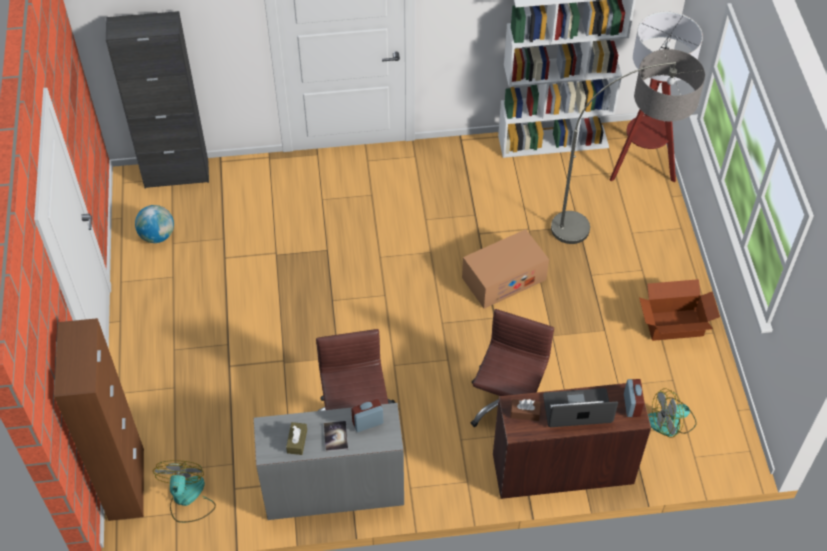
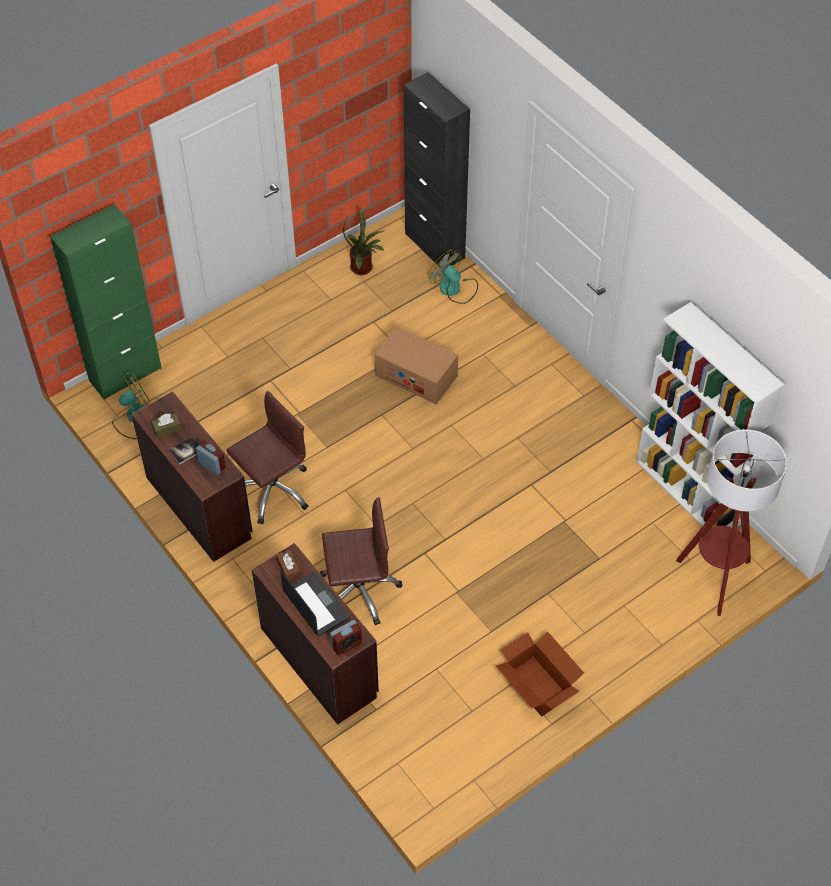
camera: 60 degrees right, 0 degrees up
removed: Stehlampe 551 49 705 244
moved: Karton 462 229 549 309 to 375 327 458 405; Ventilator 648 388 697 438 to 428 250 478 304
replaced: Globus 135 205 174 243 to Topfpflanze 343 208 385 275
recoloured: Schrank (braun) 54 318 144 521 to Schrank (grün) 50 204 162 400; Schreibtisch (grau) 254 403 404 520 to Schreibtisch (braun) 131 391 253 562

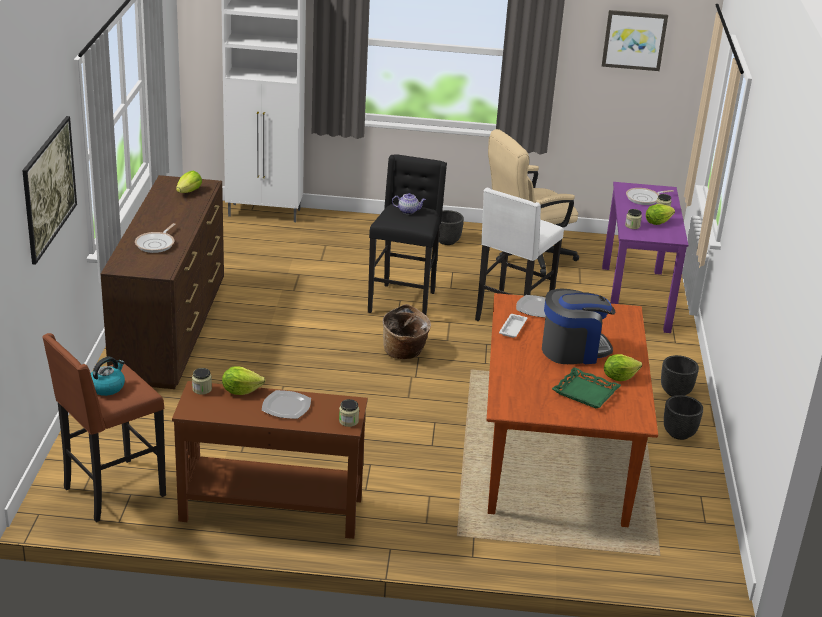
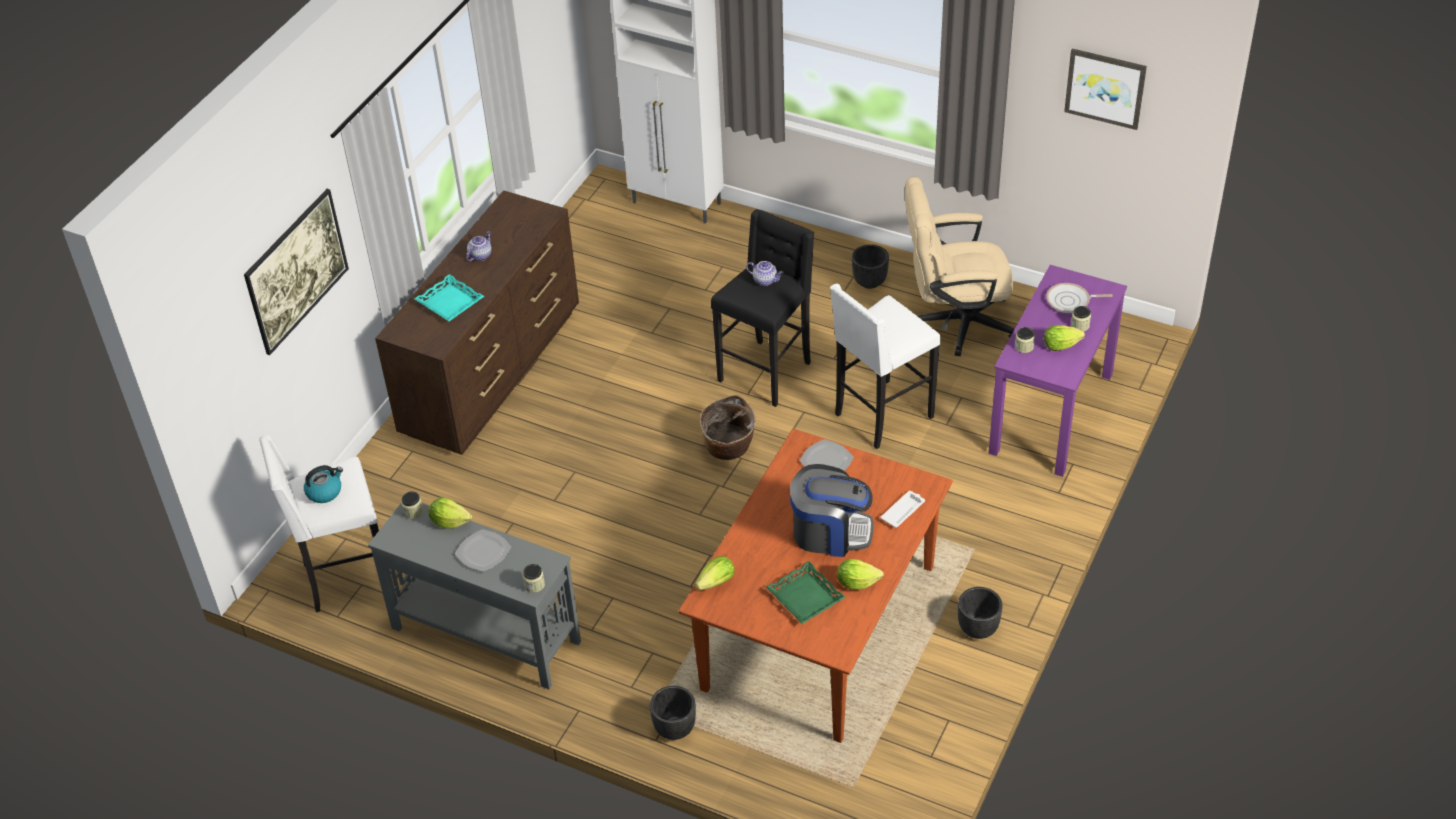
camera: 25 degrees right, 15 degrees up
added: Teekanne 466 231 492 261
moved: Salatkopf 176 171 202 193 to 695 556 735 591; Tablett (weiß) 499 314 527 338 to 880 491 925 528; Pflanzkübel (schwarz) 661 355 699 396 to 650 686 696 740
replaced: Pfanne 135 223 176 253 to Tablett (türkis) 414 274 484 321
recoloured: Hocker (braun) 42 333 166 522 to Hocker (weiß) 259 435 379 612; Konsolentisch (braun) 172 381 368 539 to Konsolentisch (grau) 368 503 581 689

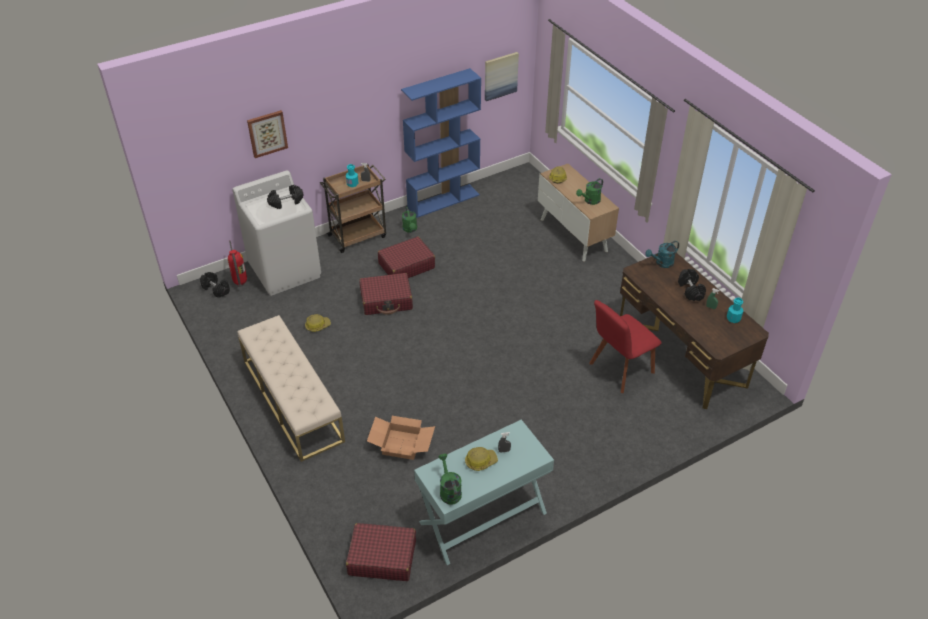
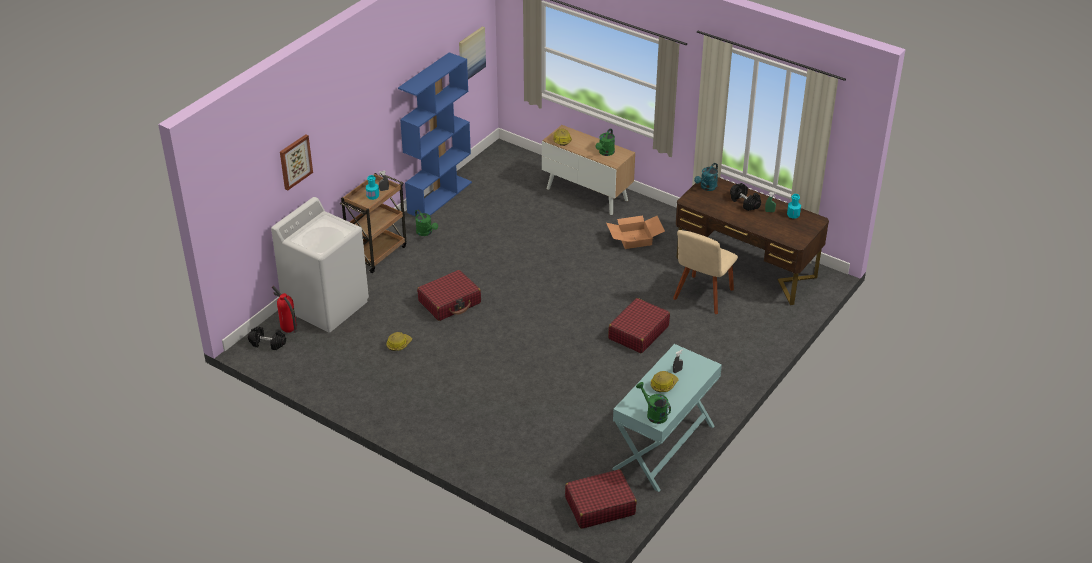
camera: 25 degrees left, 5 degrees down
removed: Bank (beige) 237 315 345 462; Hantel (schwarz) 267 185 304 209
moved: Karton 367 416 435 460 to 606 215 665 249; Koffer (rot) 378 236 435 278 to 608 298 670 353
recoloured: Stuhl (rot) 590 300 662 393 to Stuhl (beige) 673 230 738 314

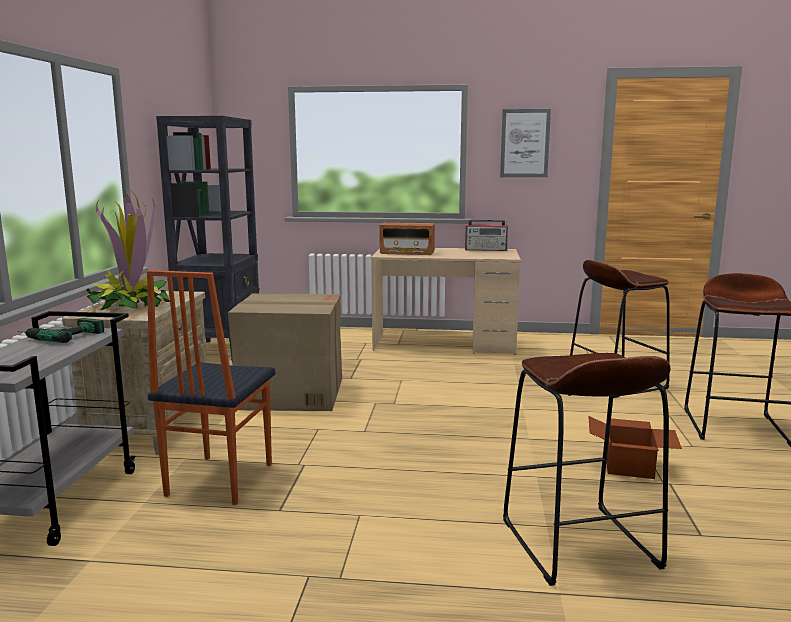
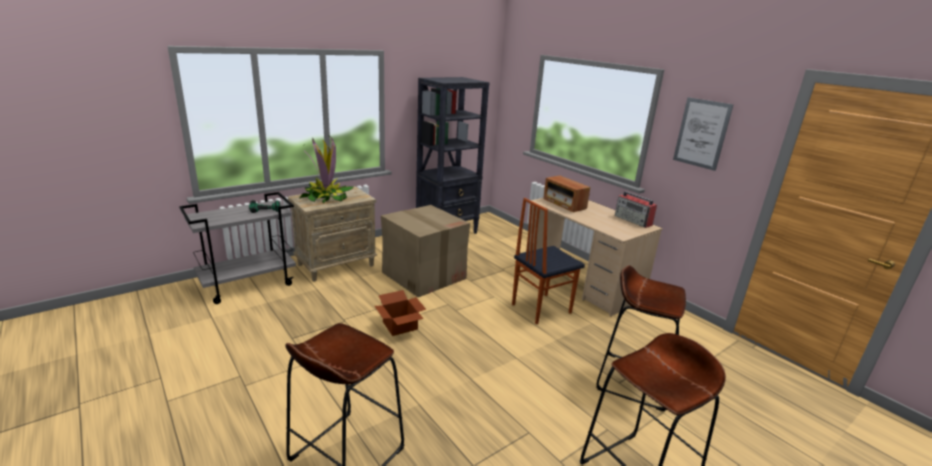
camera: 45 degrees right, 10 degrees up
moved: Stuhl 147 270 275 505 to 512 198 585 324; Karton 588 416 682 479 to 375 290 426 336

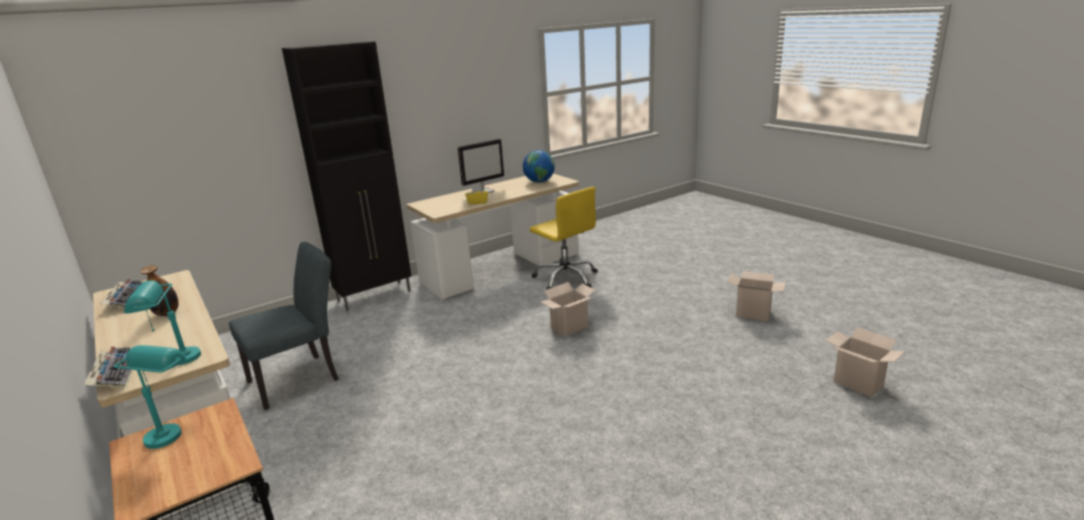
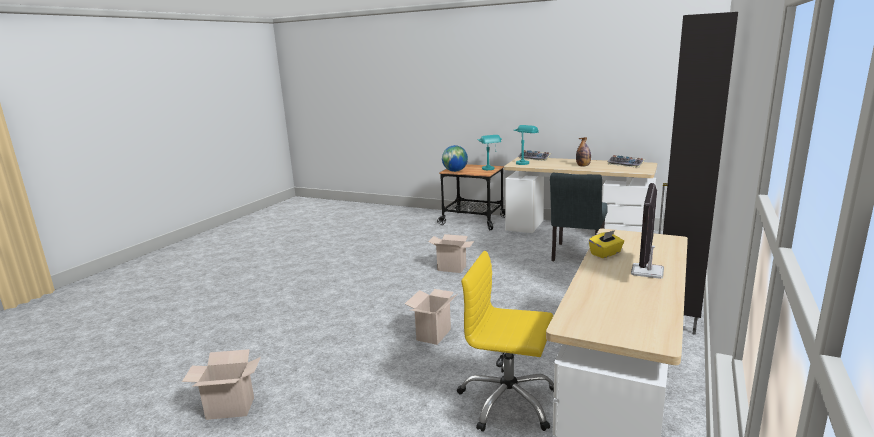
camera: 150 degrees right, 5 degrees down
moved: Globus 523 150 555 183 to 442 145 468 172; Karton 825 327 905 397 to 428 234 474 273

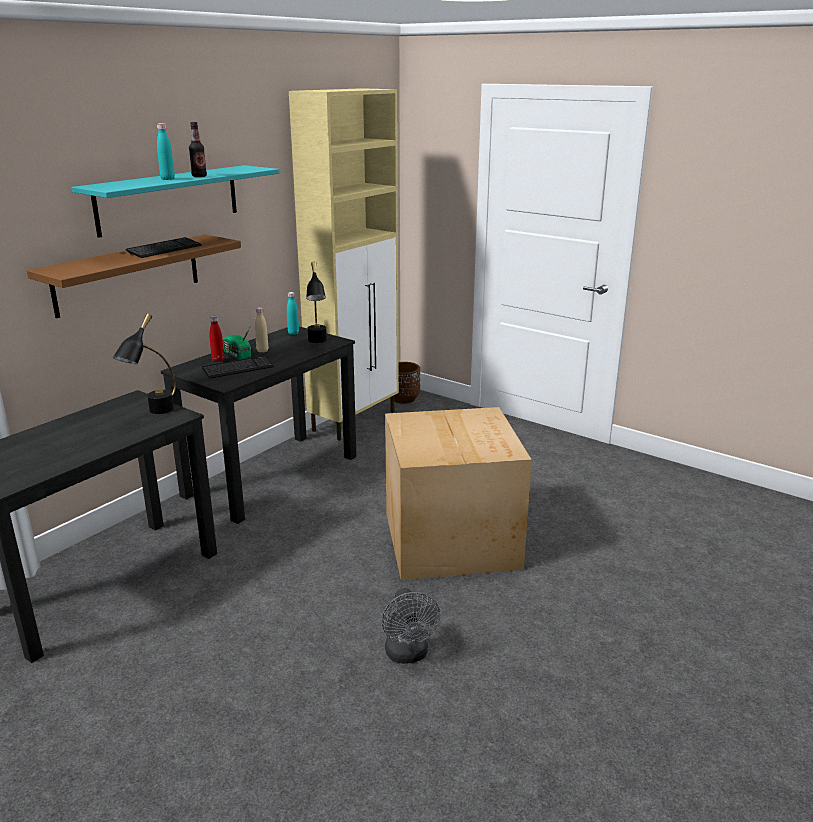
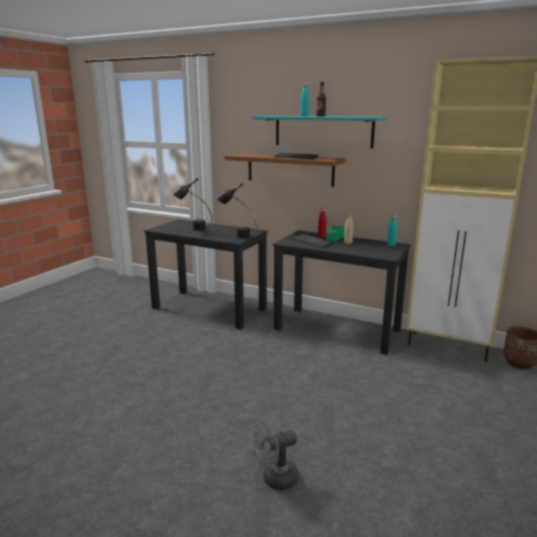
camera: 80 degrees right, 5 degrees down
removed: Karton 385 407 532 580
moved: Tischlampe (schwarz) 306 262 327 343 to 171 177 212 231; Ventilator (grau) 382 588 440 664 to 251 420 299 490

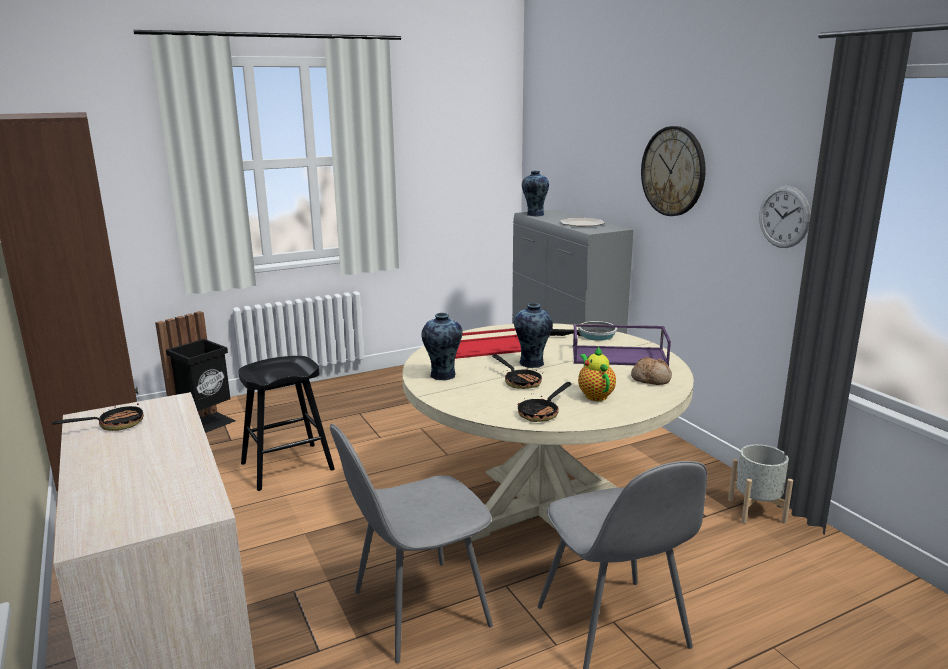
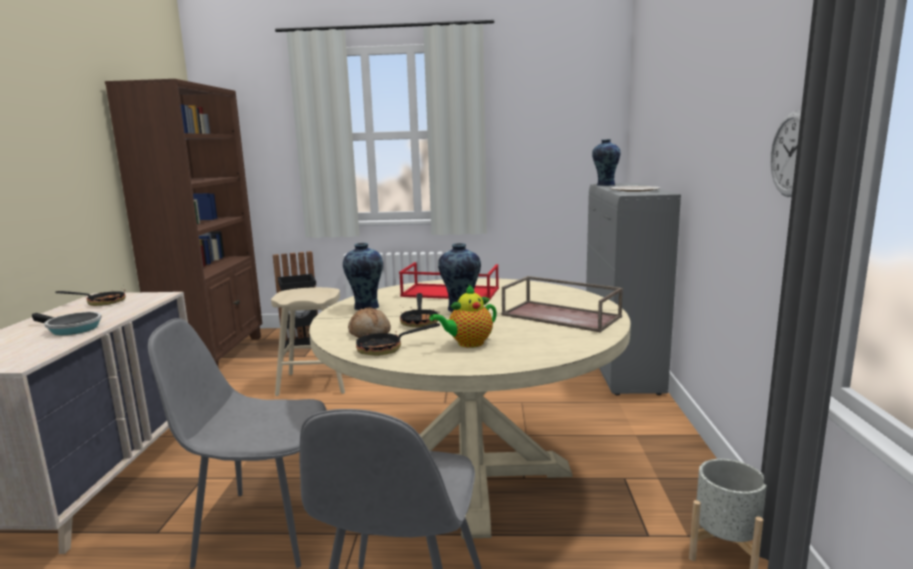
camera: 30 degrees right, 5 degrees down
removed: Wanduhr 641 126 706 216
moved: Pfanne 550 321 617 341 to 32 312 102 335; Brot 631 357 672 385 to 348 307 391 338
recoloured: Hocker (schwarz) 239 356 335 491 to Hocker (beige) 271 287 345 396; Tablett (lila) 573 324 671 366 to Tablett (braun) 502 276 623 332
turned: Teekanne 578 346 616 401 = 429 284 497 348 135 degrees counterclockwise

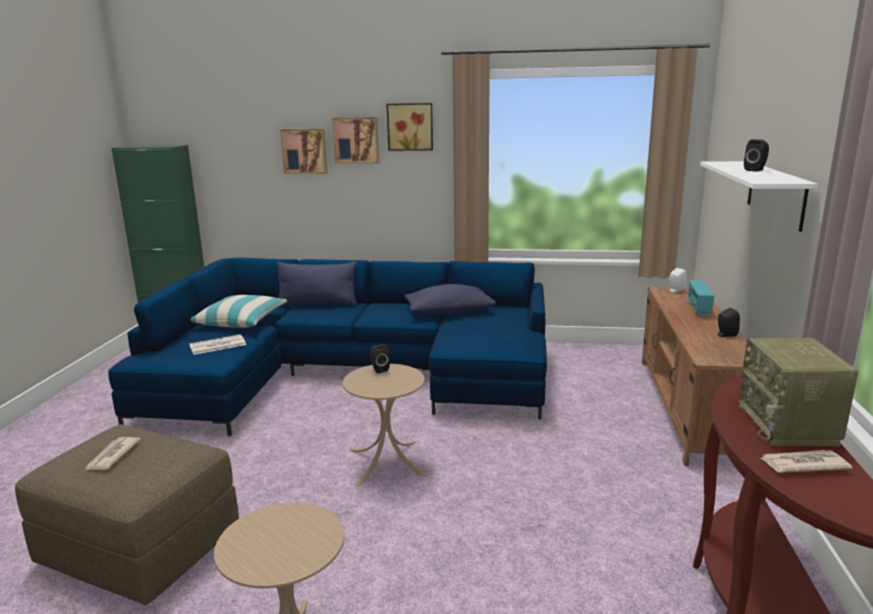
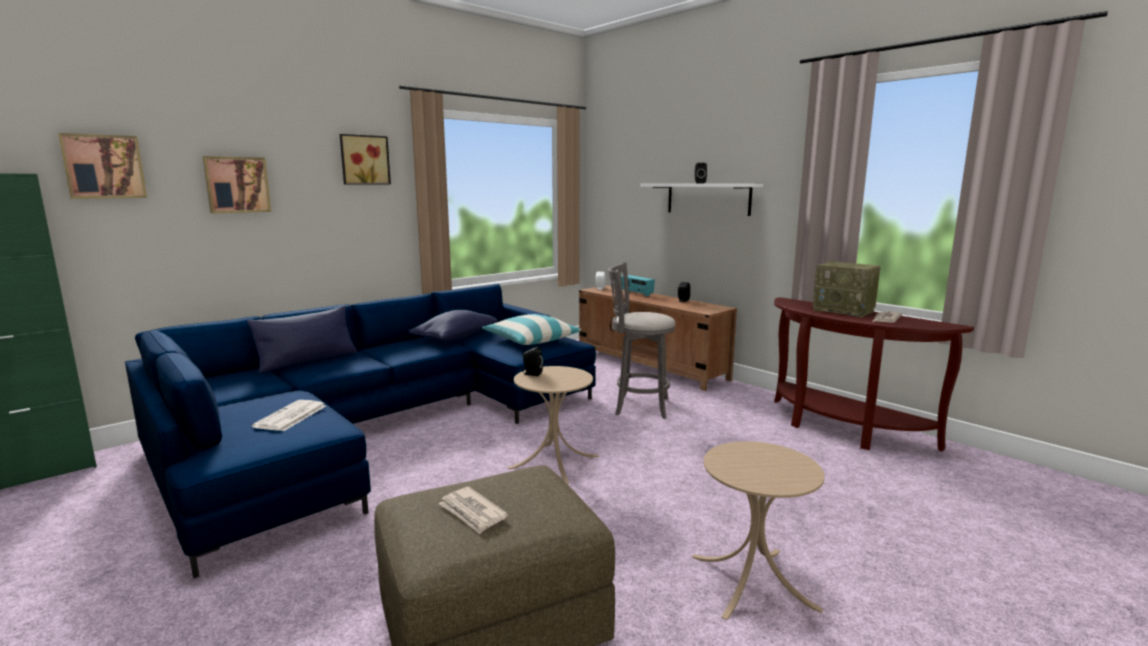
camera: 50 degrees left, 5 degrees down
added: Hocker (grau) 608 262 675 419
moved: Kissen 191 295 287 328 to 482 314 581 345; Bild 332 117 379 164 to 58 133 147 199

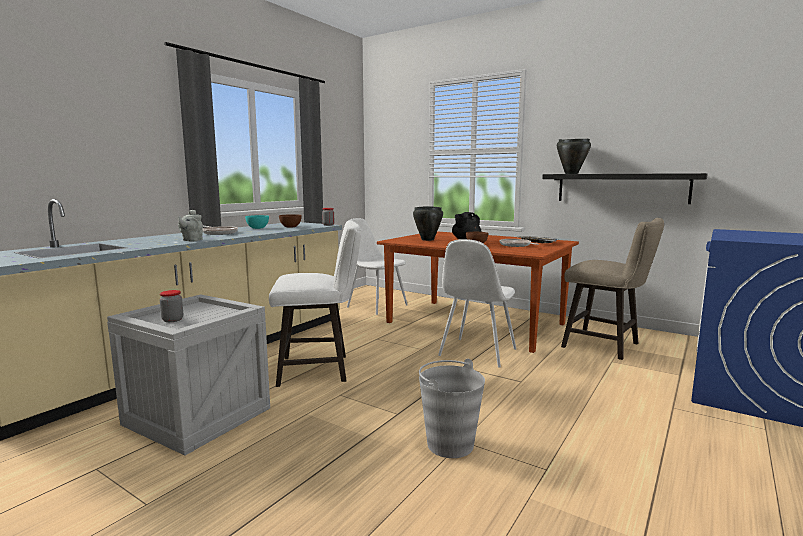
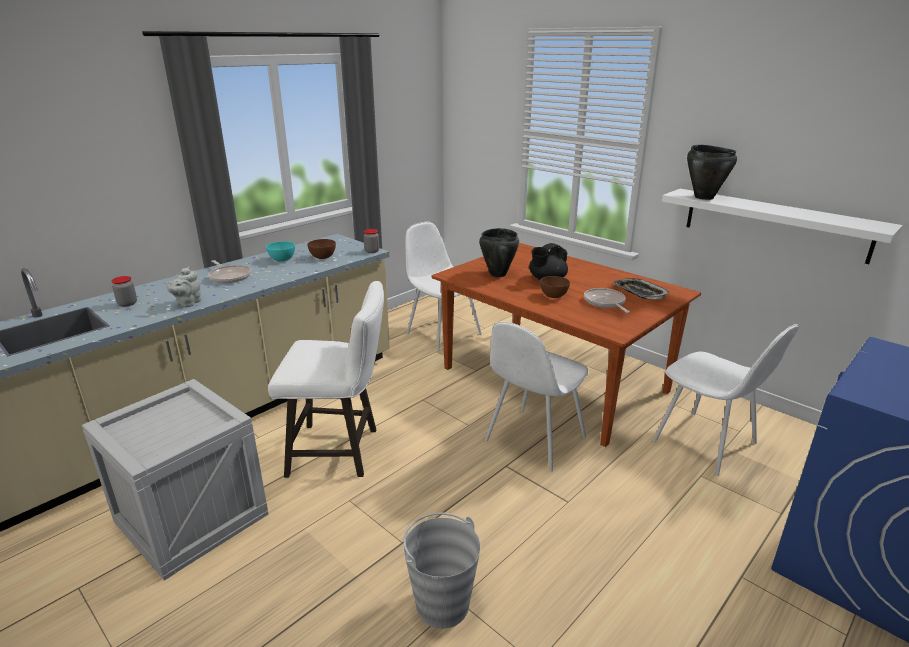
camera: 10 degrees right, 15 degrees up
moved: Vorratsglas 160 290 183 322 to 111 276 137 307
replaced: Hocker (beige) 561 218 664 360 to Stuhl (weiß) 653 324 799 476
recoloured: Wandregal (schwarz) 542 173 708 204 to Wandregal (weiß) 662 189 903 264

